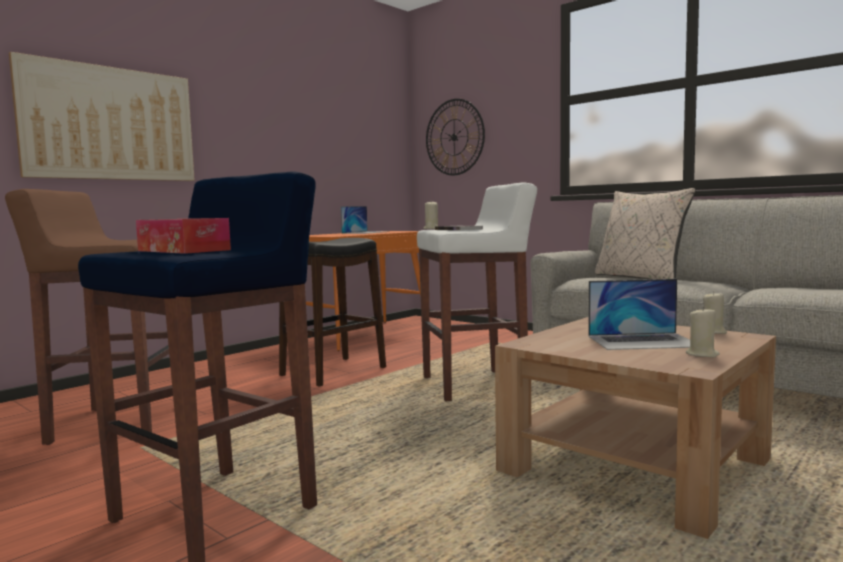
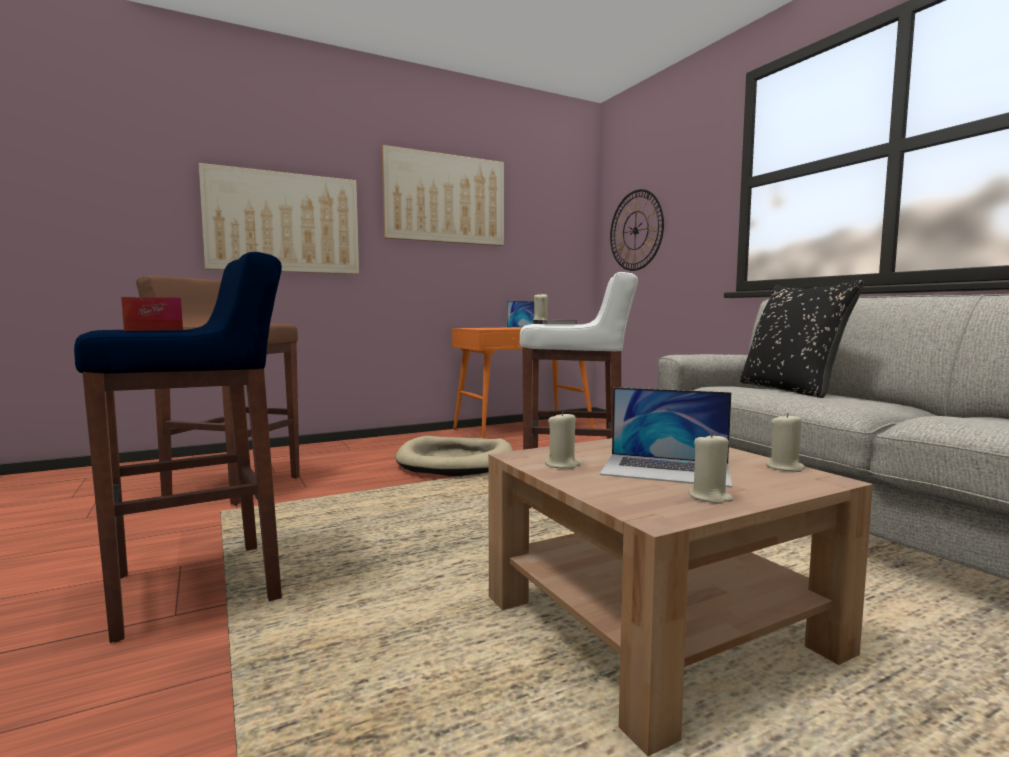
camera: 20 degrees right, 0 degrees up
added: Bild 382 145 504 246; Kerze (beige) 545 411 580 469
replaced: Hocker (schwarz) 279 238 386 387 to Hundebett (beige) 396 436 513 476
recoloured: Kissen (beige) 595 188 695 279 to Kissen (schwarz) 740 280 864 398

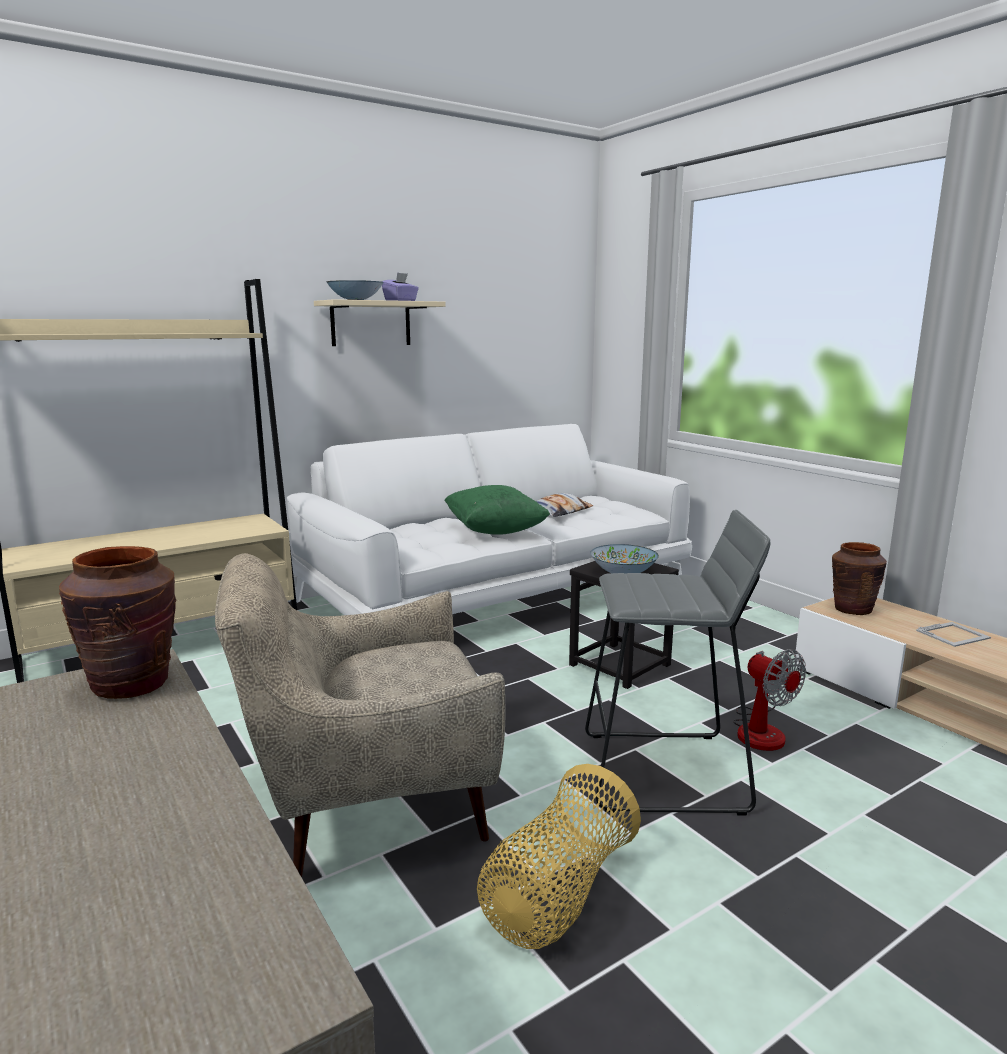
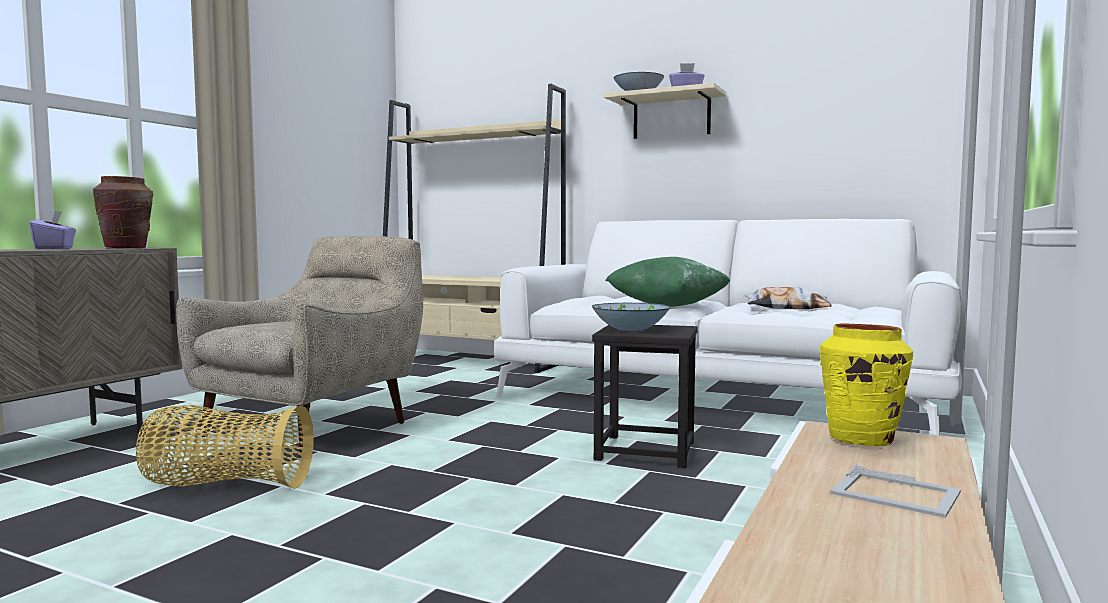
camera: 60 degrees right, 10 degrees down
removed: Hocker (grau) 585 510 770 816; Ventilator 733 649 806 751
added: Taschentuchbox (lila) 29 211 76 249
recoloured: Vase (braun) 832 542 887 615 to Vase (gelb) 819 323 914 446
turned: Sessel (beige) 215 553 505 877 = 176 236 423 453 75 degrees clockwise

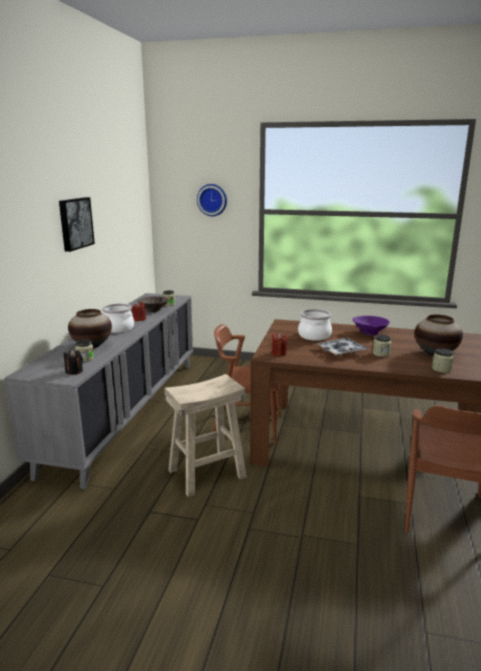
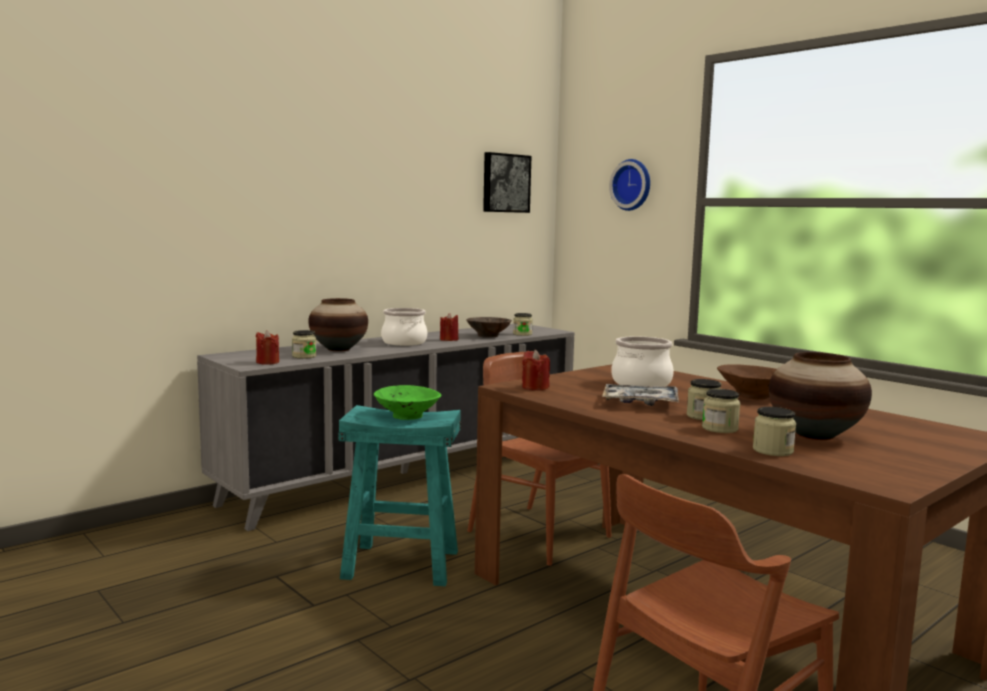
camera: 35 degrees right, 10 degrees down
added: Schüssel (grün) 374 385 441 420; Vorratsglas 702 389 740 433
moved: Bild 59 197 95 252 to 483 152 531 213
recoloured: Kerze (schwarz) 64 350 83 375 to Kerze (rot) 256 330 279 365; Hocker (beige) 165 374 246 497 to Hocker (türkis) 338 405 461 586; Schüssel (lila) 352 316 390 335 to Schüssel (braun) 717 364 777 399

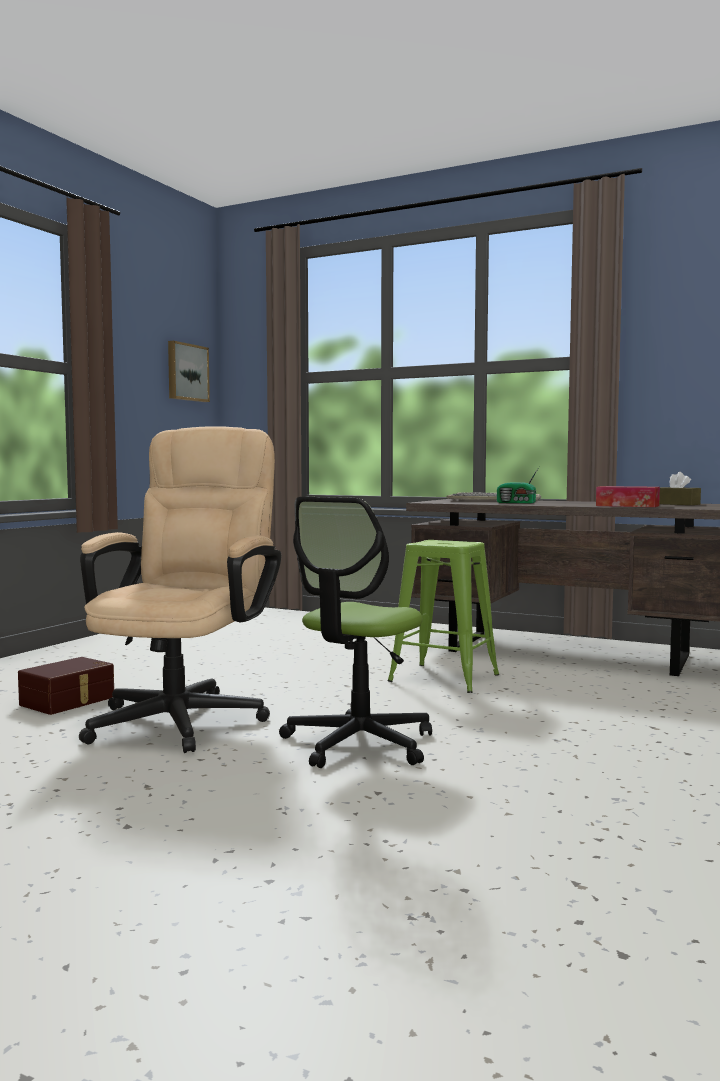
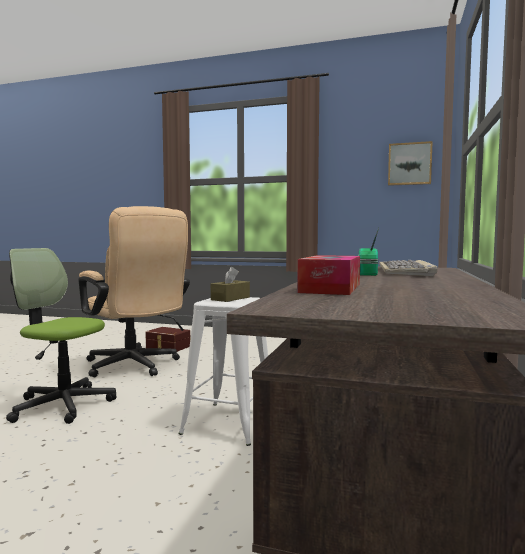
camera: 80 degrees right, 0 degrees up
moved: Taschentuchbox (braun) 659 472 701 505 to 211 267 250 302
recoloured: Hocker (grün) 388 540 499 693 to Hocker (weiß) 178 297 268 446
turned: Bürostuhl (beige) 79 426 282 753 = 78 206 190 377 45 degrees clockwise

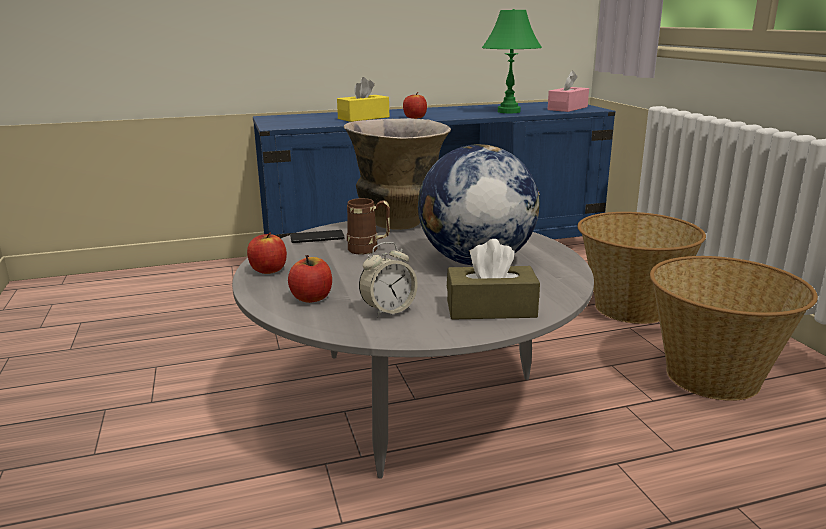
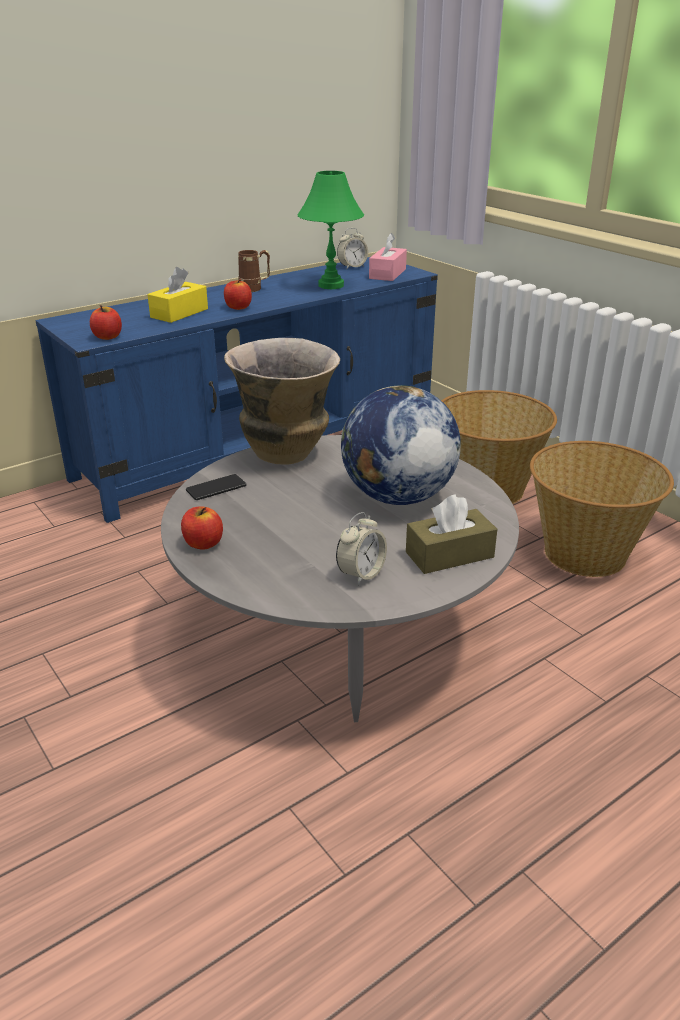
camera: 20 degrees left, 10 degrees up
added: Wecker 337 228 368 269
moved: Apfel 288 255 332 303 to 90 305 122 340; Henkelbecher (braun) 347 198 390 255 to 238 250 270 292

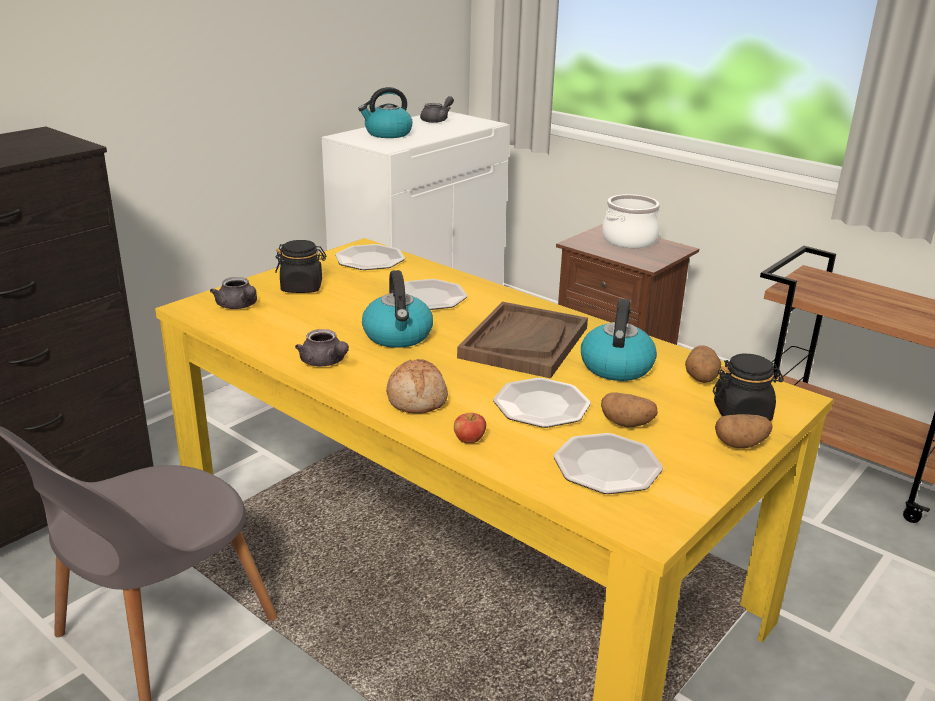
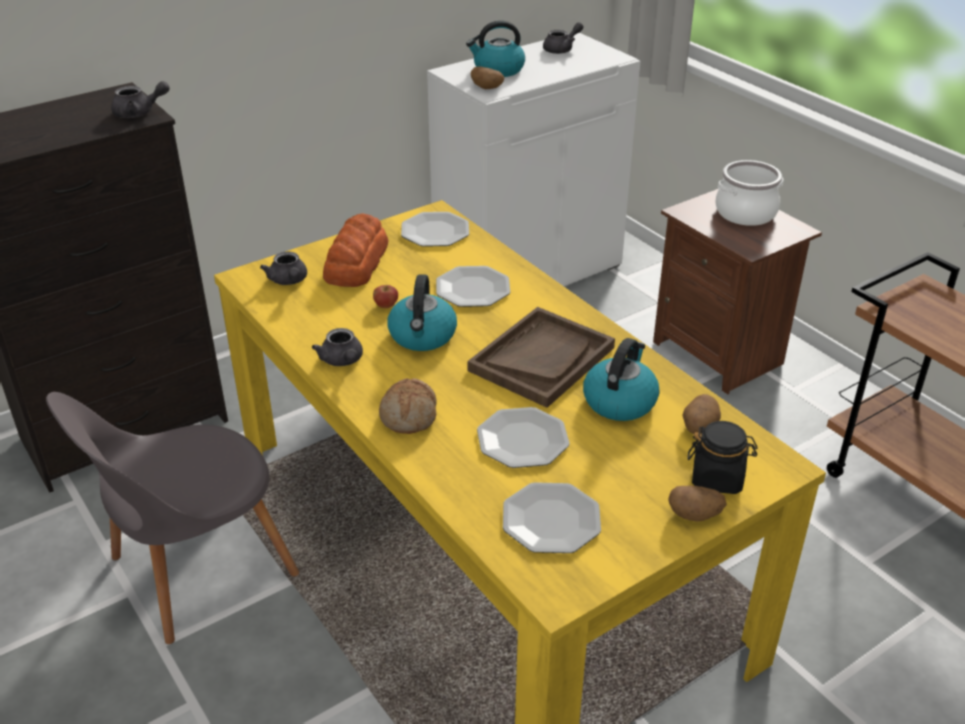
camera: 15 degrees right, 10 degrees up
added: Teekanne (grau) 111 81 170 118
moved: Apfel 454 413 486 443 to 373 285 398 308; Kartoffel 601 392 658 428 to 471 66 504 89
replaced: Vorratsglas (schwarz) 275 240 326 293 to Brot 323 213 389 287

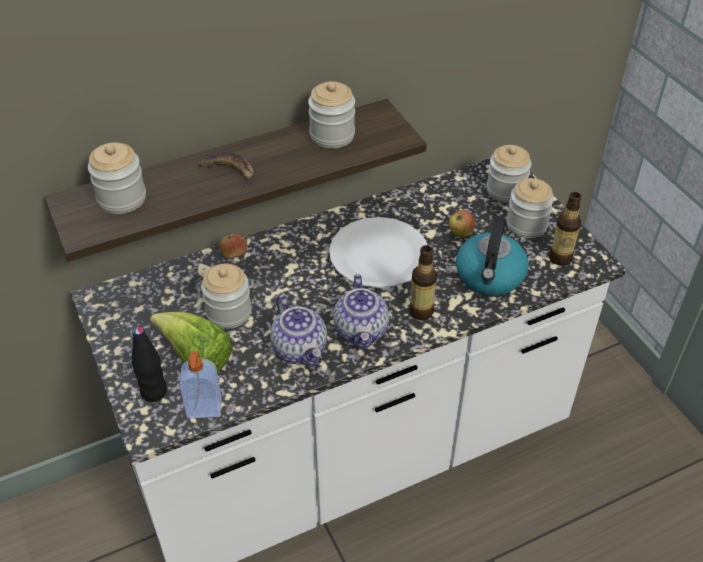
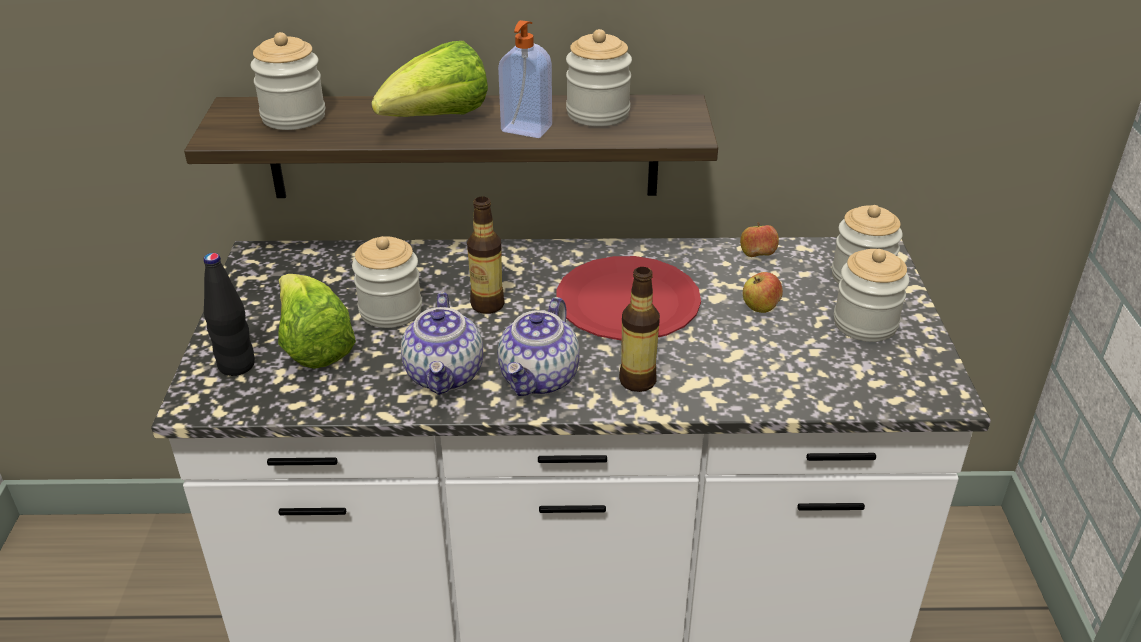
camera: 25 degrees right, 10 degrees down
removed: Wasserkessel 456 216 528 296
moved: Seifenspender 180 351 221 418 to 498 20 552 138; Apfel 219 233 247 259 to 740 222 779 257; Flasche 549 192 582 266 to 467 196 504 314
replaced: Banane 199 153 254 188 to Salatkopf 371 41 488 117
recoloured: Teller (weiß) 329 217 427 288 to Teller (rot) 556 256 701 340

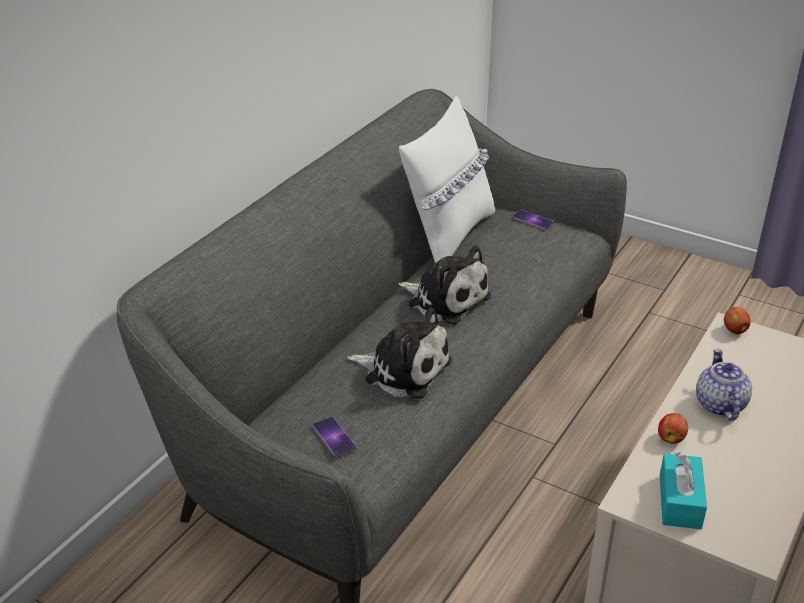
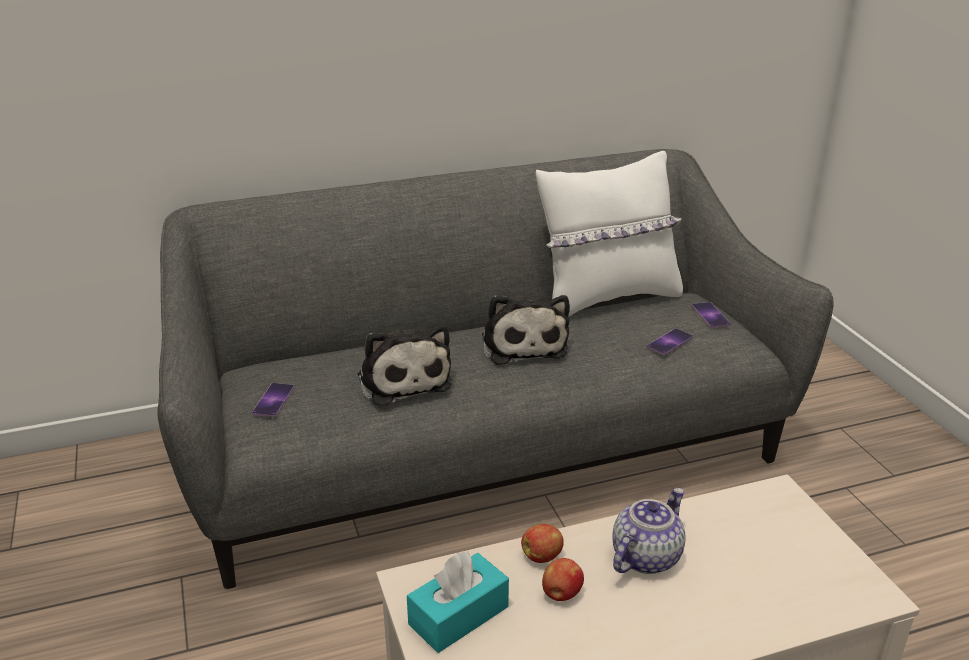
camera: 40 degrees right, 5 degrees down
added: Handy 647 328 693 355
moved: Apfel 724 307 751 334 to 542 558 584 601

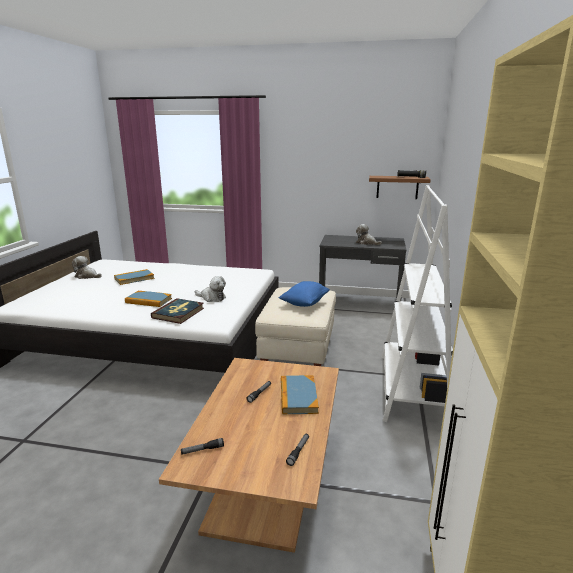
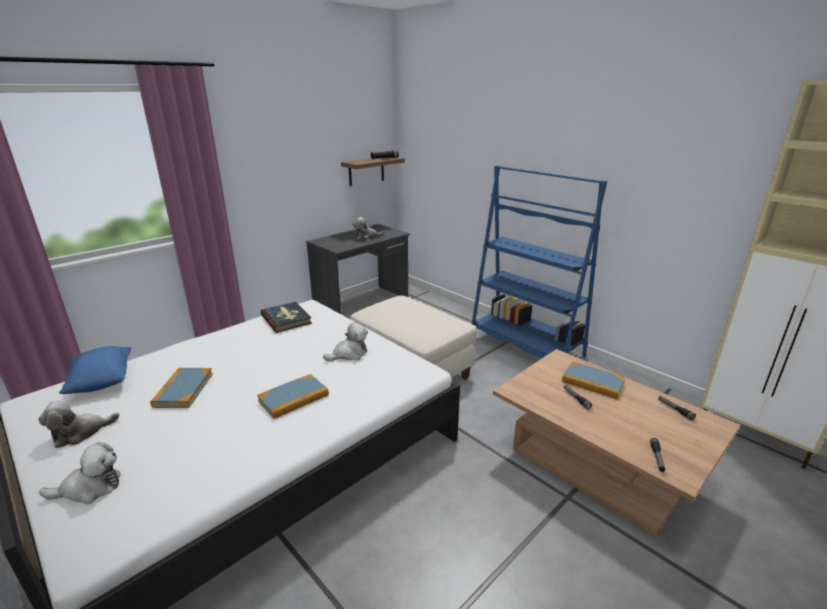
camera: 55 degrees left, 5 degrees up
added: Plüschtier 39 442 121 505
moved: Buch 151 298 204 324 to 261 302 312 333; Kissen (blau) 278 281 330 307 to 59 346 131 394
recoloured: Bücherregal (weiß) 382 185 453 422 to Bücherregal (blau) 471 165 607 358

